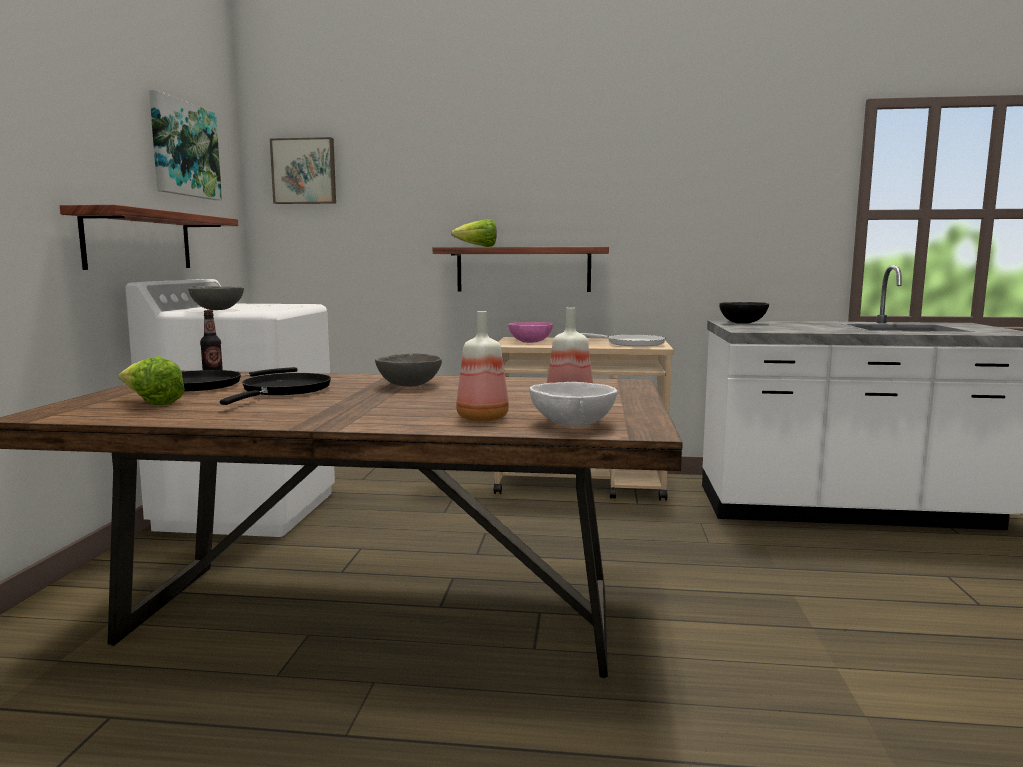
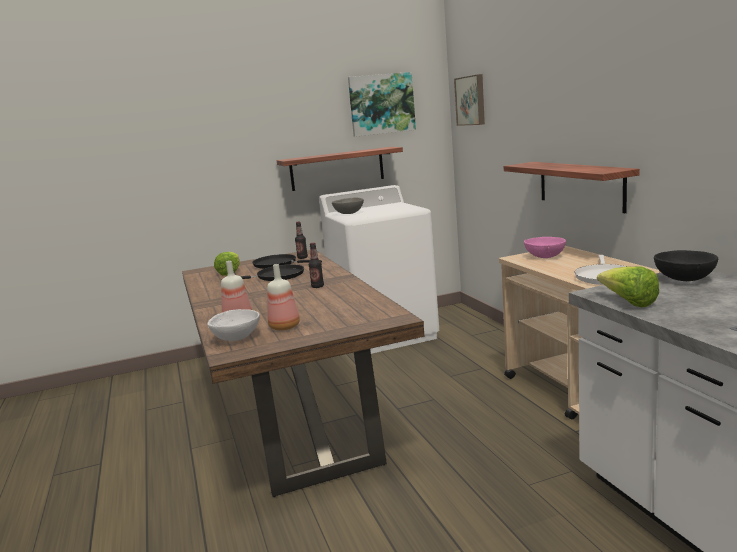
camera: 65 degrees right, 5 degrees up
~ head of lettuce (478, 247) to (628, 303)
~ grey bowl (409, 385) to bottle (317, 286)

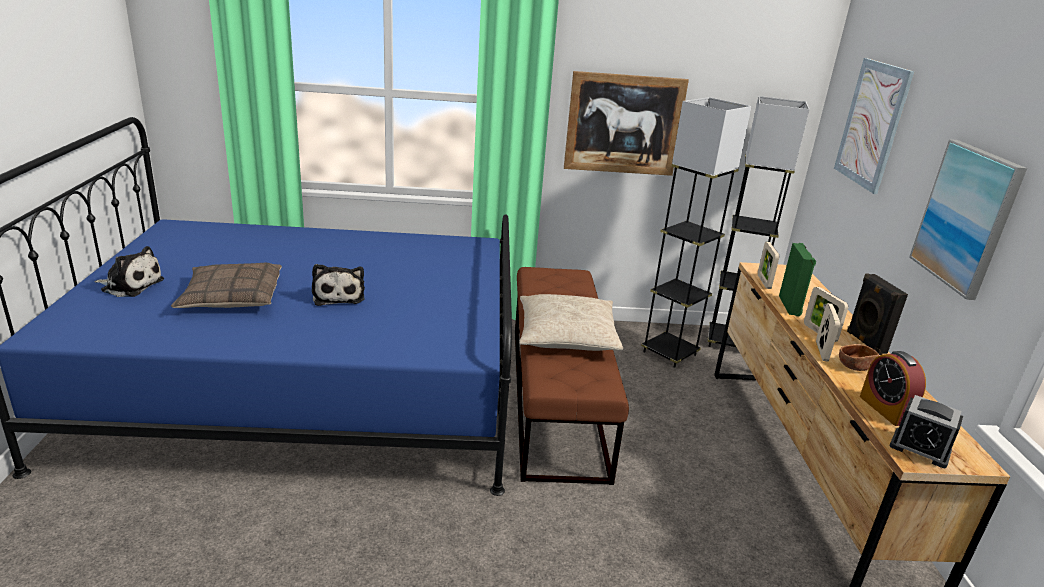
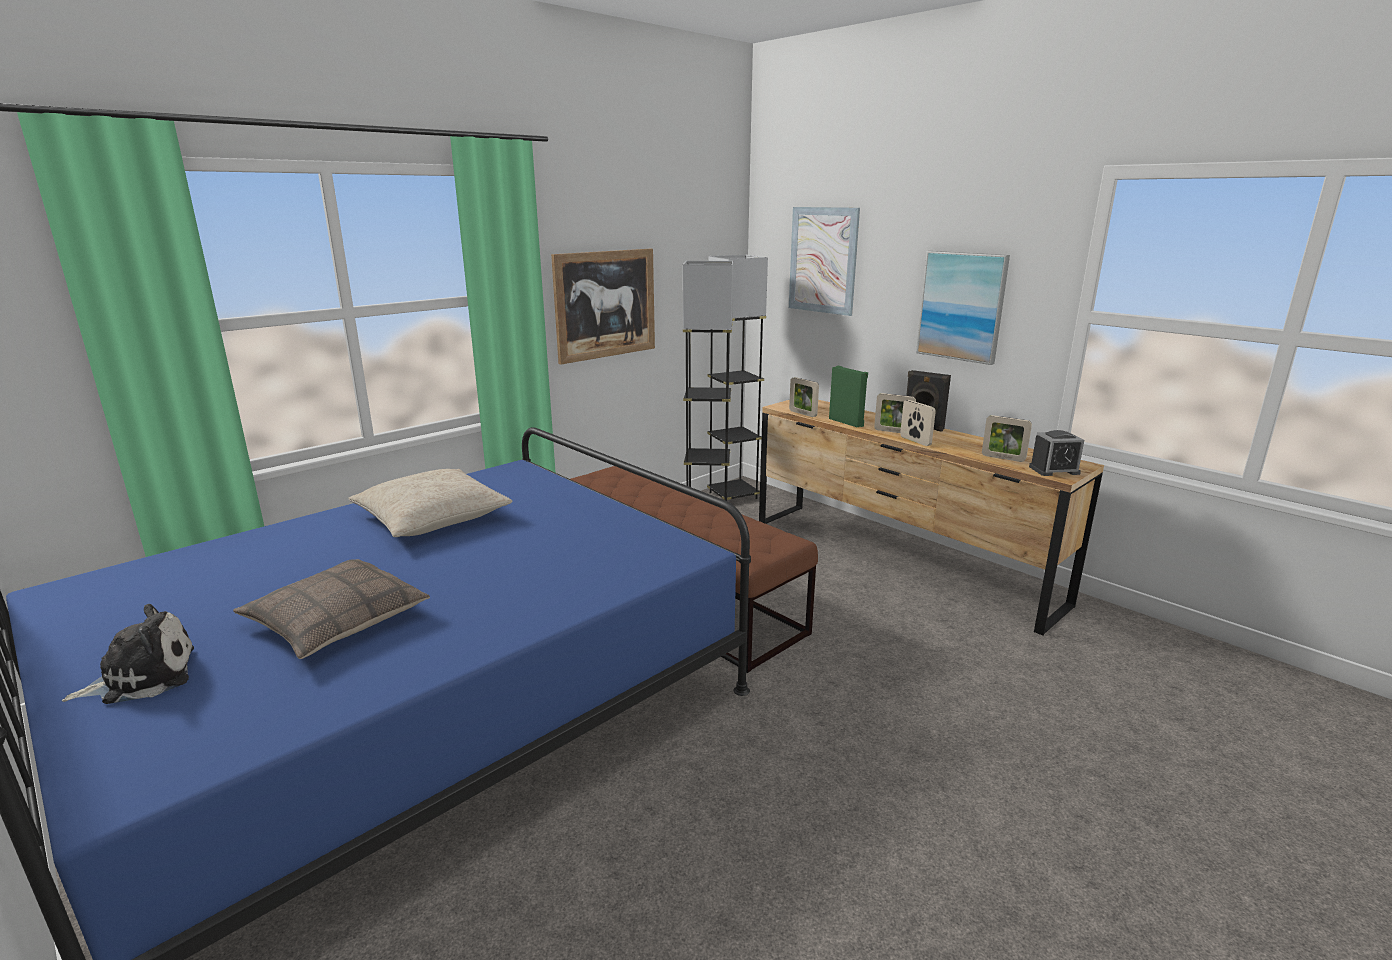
camera: 40 degrees left, 5 degrees down
- cuddly toy (338, 296)
- brownish bowl (854, 366)
~ beige throw pillow (567, 335) to (432, 517)
~ alarm clock (885, 409) to picture frame (1003, 458)

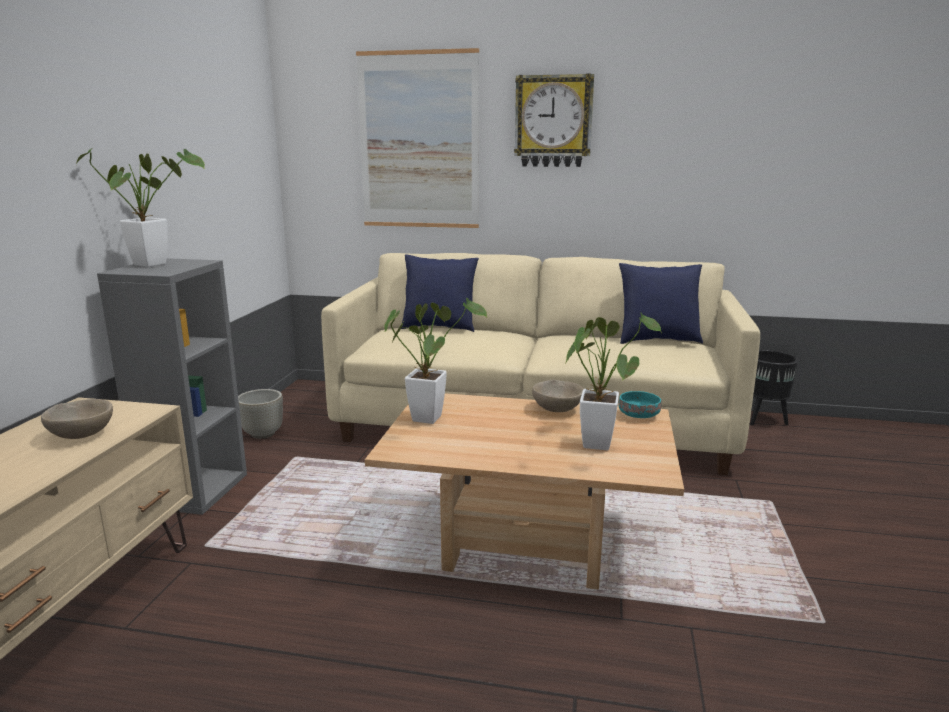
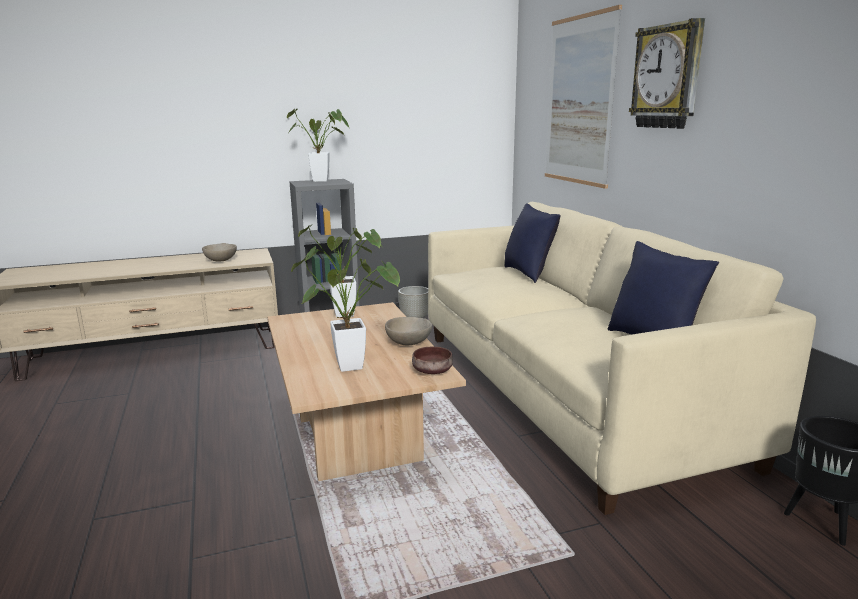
camera: 60 degrees right, 0 degrees up
~ blue-green bowl (639, 415) to brownish bowl (433, 371)

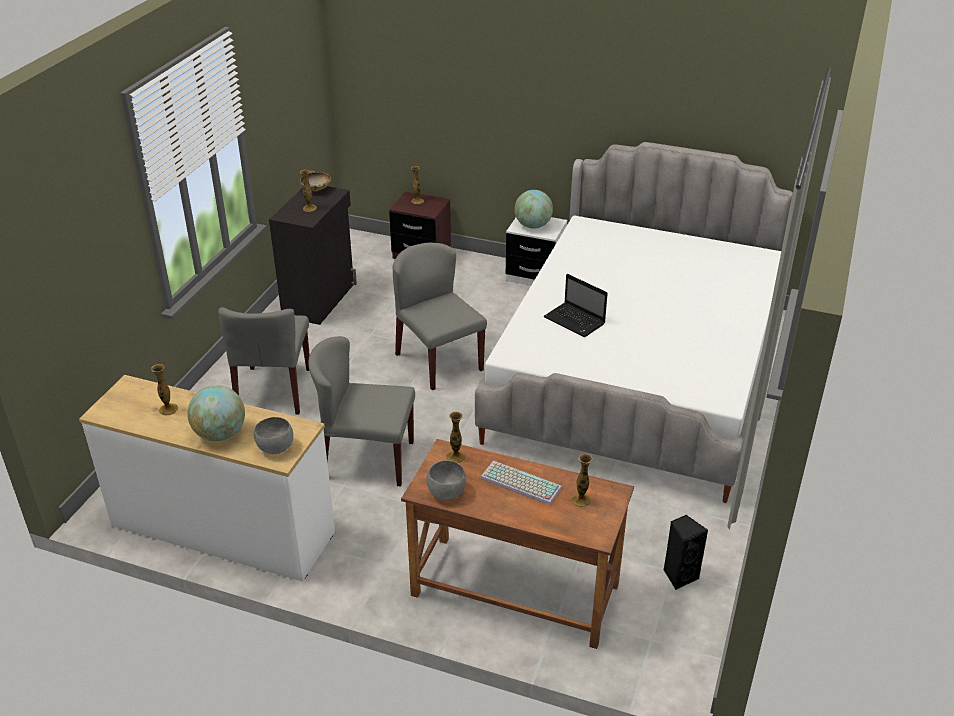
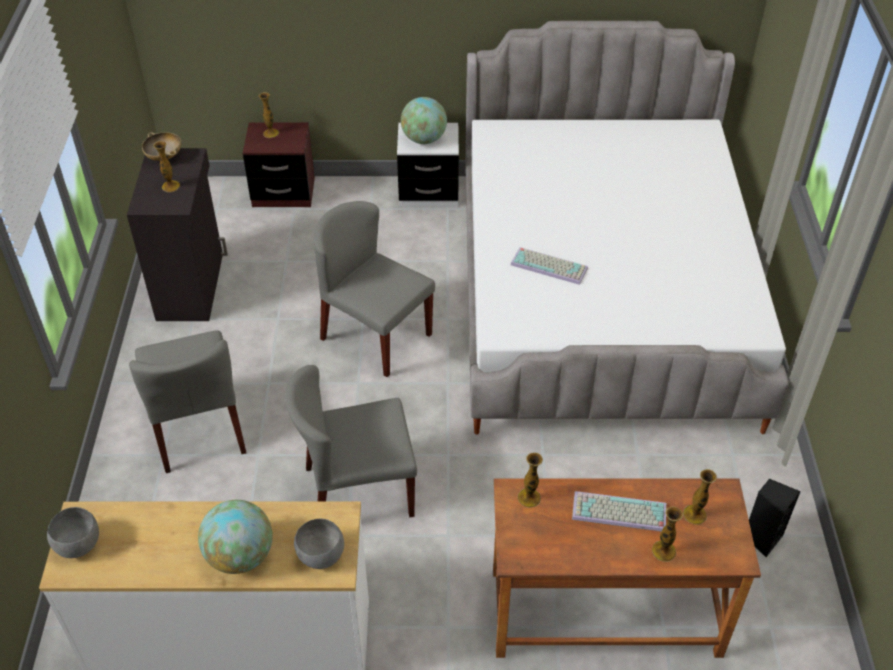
camera: 20 degrees left, 10 degrees up
~ vase (168, 409) to (663, 551)
~ grey bowl (446, 492) to (78, 544)
~ laptop (575, 321) to PC keyboard (550, 266)

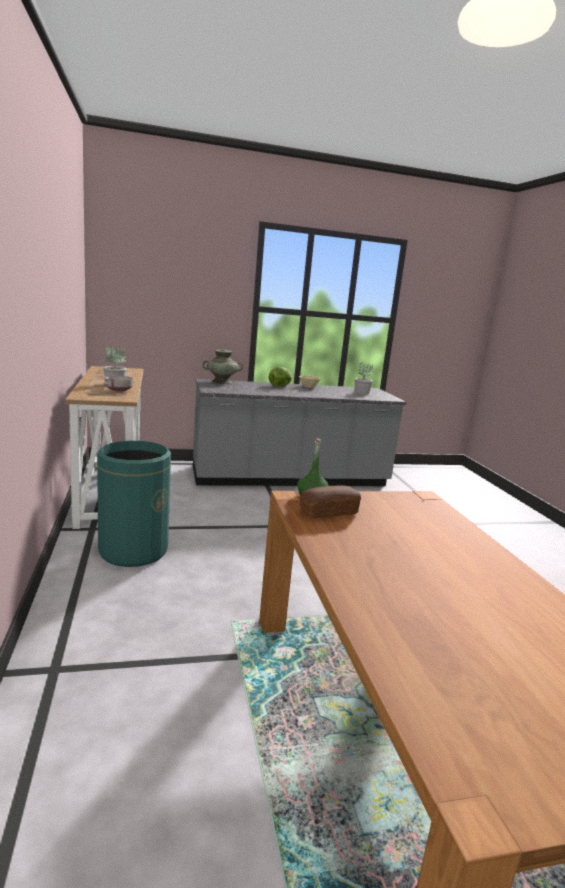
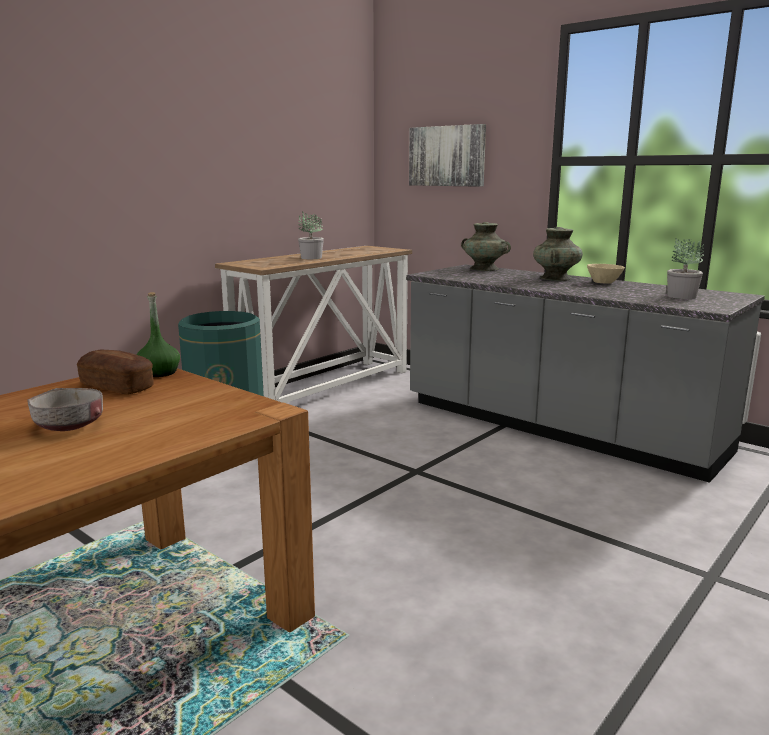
camera: 55 degrees right, 0 degrees up
+ picture (447, 156)
~ grey bowl (119, 390) to (69, 426)
~ head of lettuce (280, 386) to blue-green vase (555, 278)

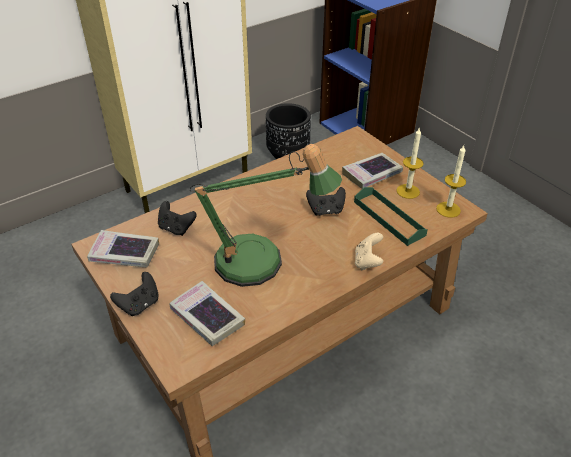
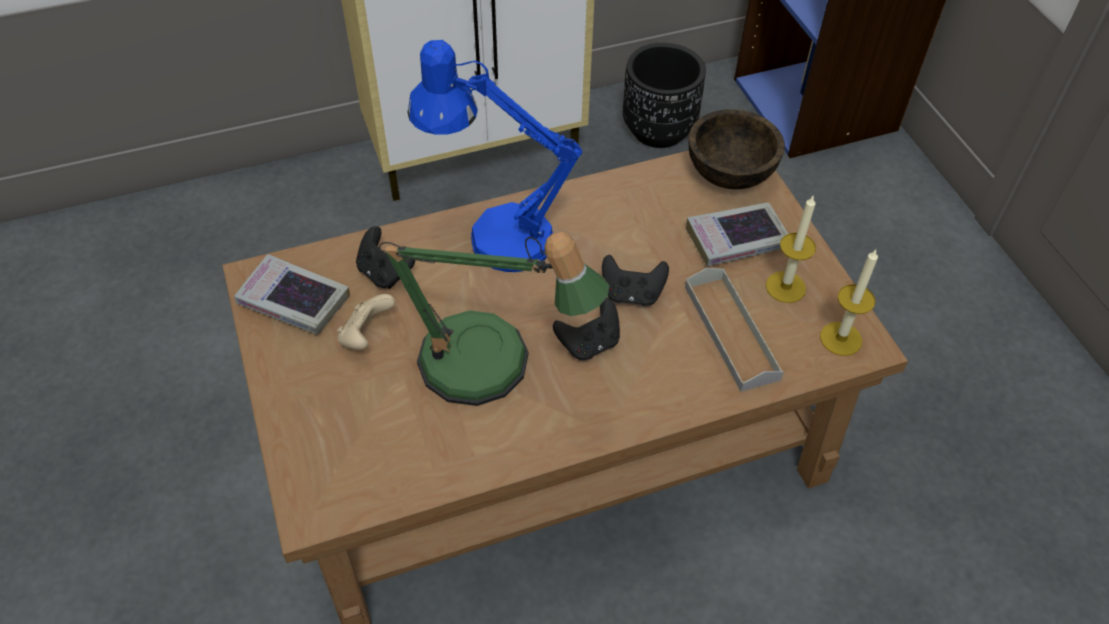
camera: 15 degrees right, 10 degrees up
- volume (207, 317)
+ blue-coloured lamp for a table (494, 237)
+ brownish bowl (730, 172)
~ black-coloured gamepad (139, 305) to (589, 344)
~ beige gamepad (367, 262) to (366, 336)
~ green-coloured serving tray (388, 218) to grey serving tray (731, 332)

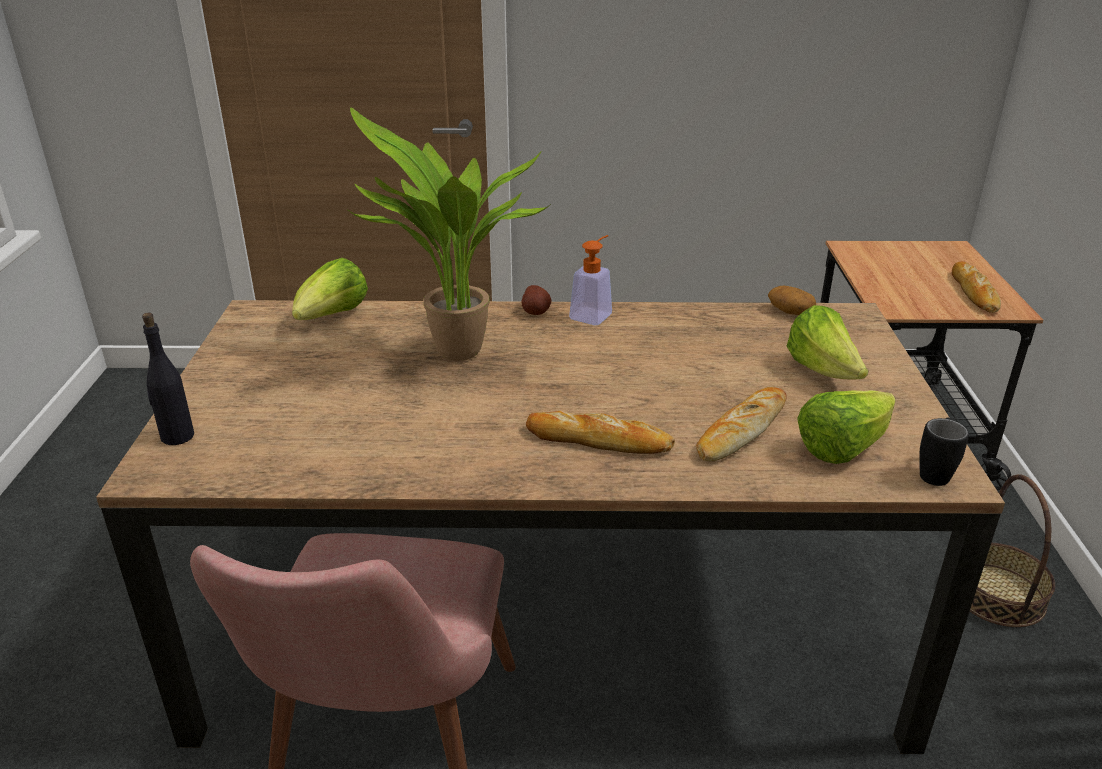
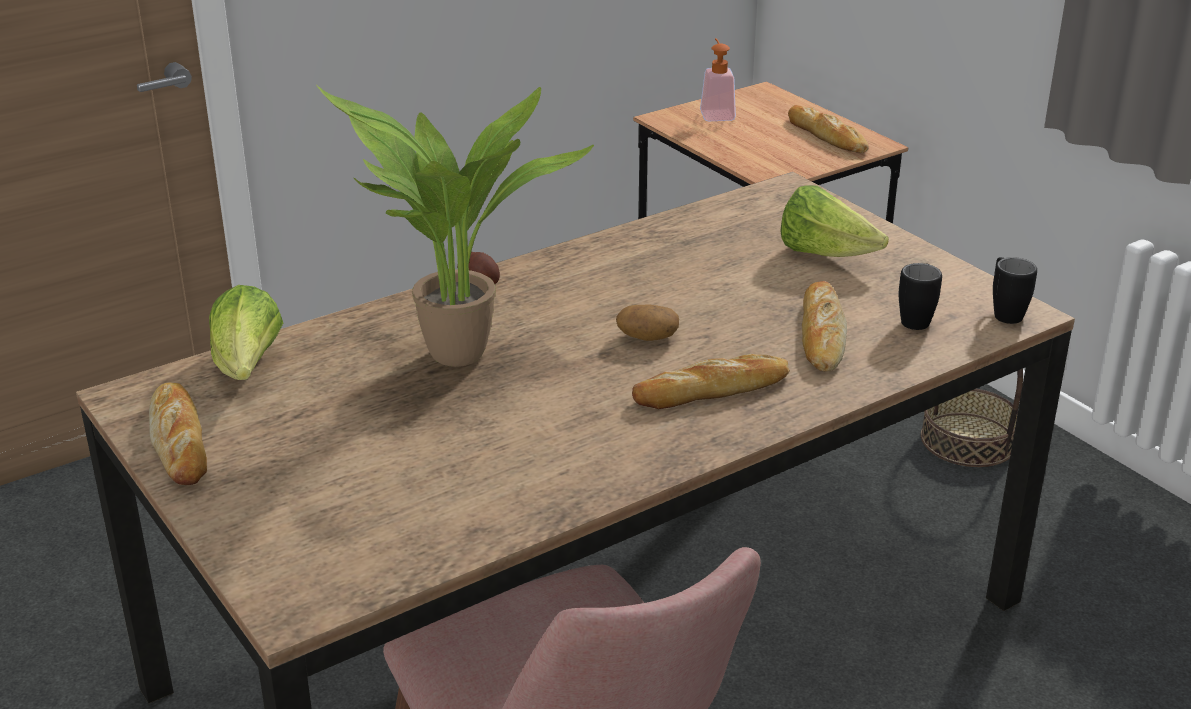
camera: 35 degrees left, 0 degrees up
- black-coloured bottle (177, 436)
+ bakery bread (179, 440)
~ liquid soap bottle (594, 314) to (716, 113)
~ spud (789, 311) to (647, 337)
~ head of lettuce (842, 448) to black-coloured coffee mug (917, 318)

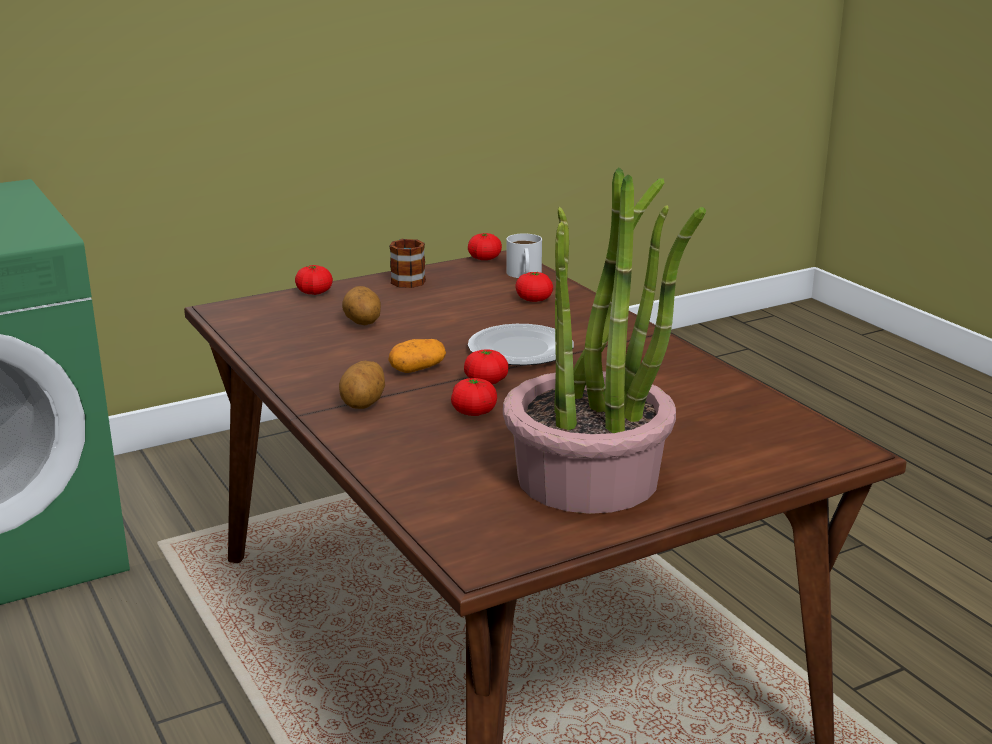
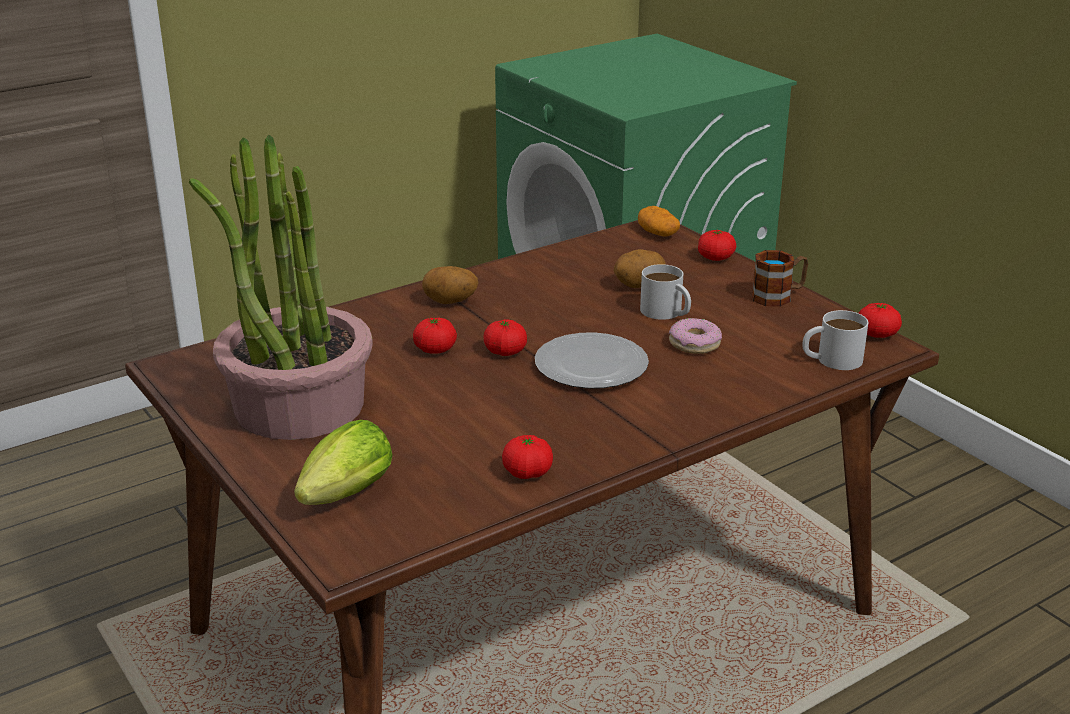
camera: 85 degrees right, 5 degrees up
+ head of lettuce (342, 498)
+ white-coloured coffee mug (667, 313)
+ doughnut (694, 344)
~ spud (417, 369) to (657, 233)
~ whole tomato (534, 299) to (527, 472)

